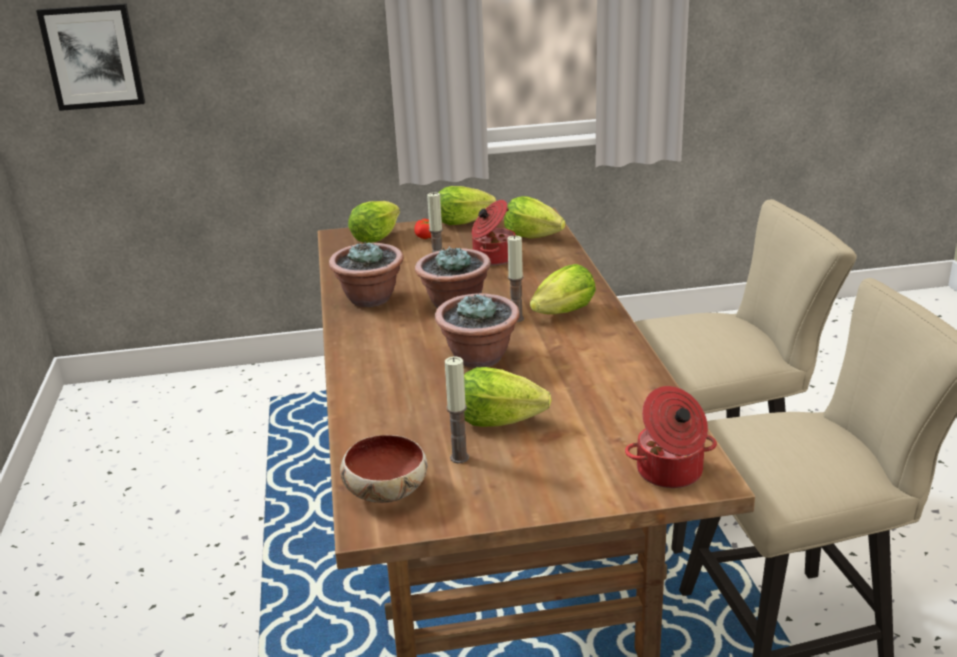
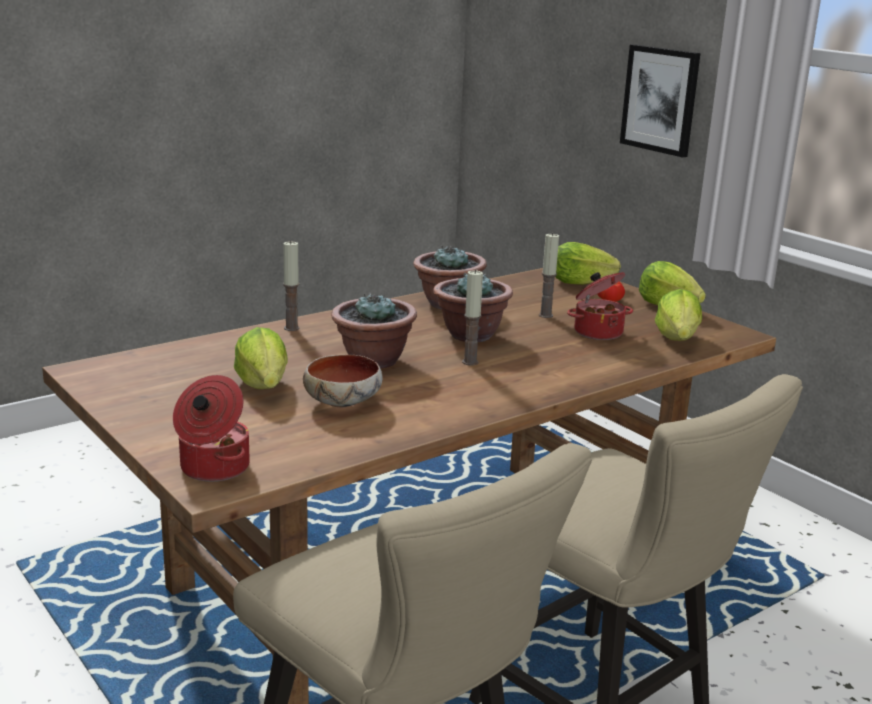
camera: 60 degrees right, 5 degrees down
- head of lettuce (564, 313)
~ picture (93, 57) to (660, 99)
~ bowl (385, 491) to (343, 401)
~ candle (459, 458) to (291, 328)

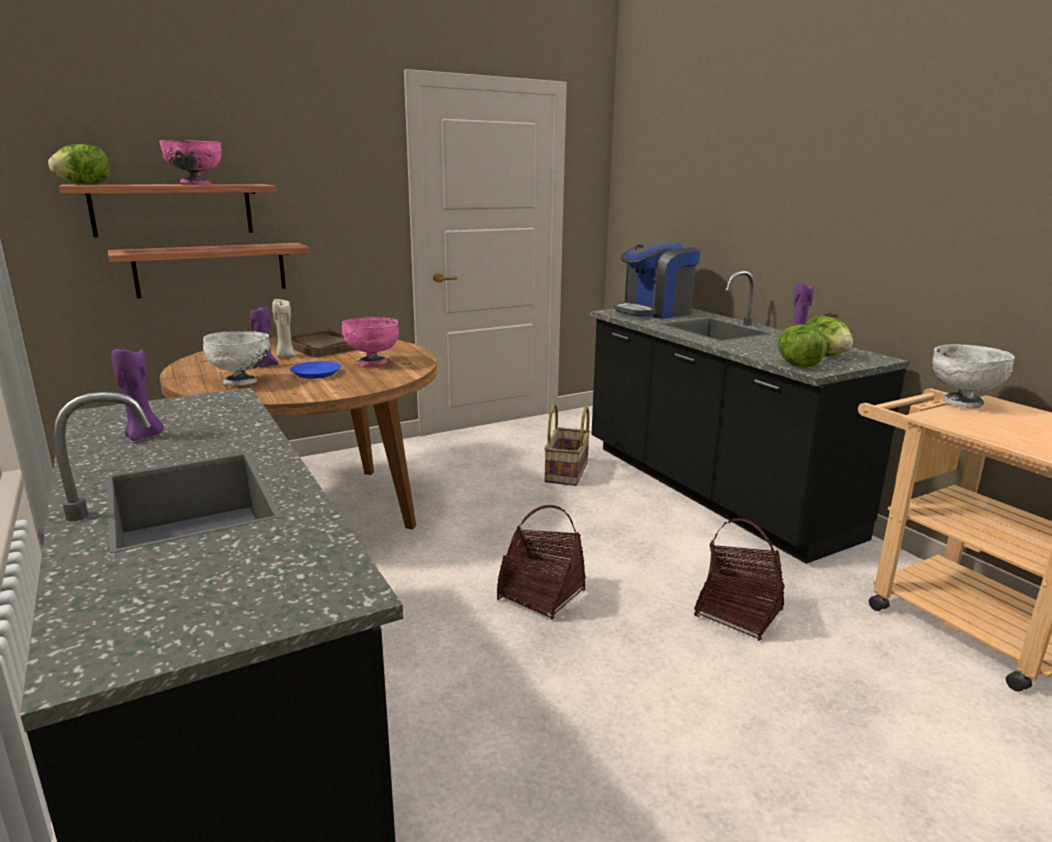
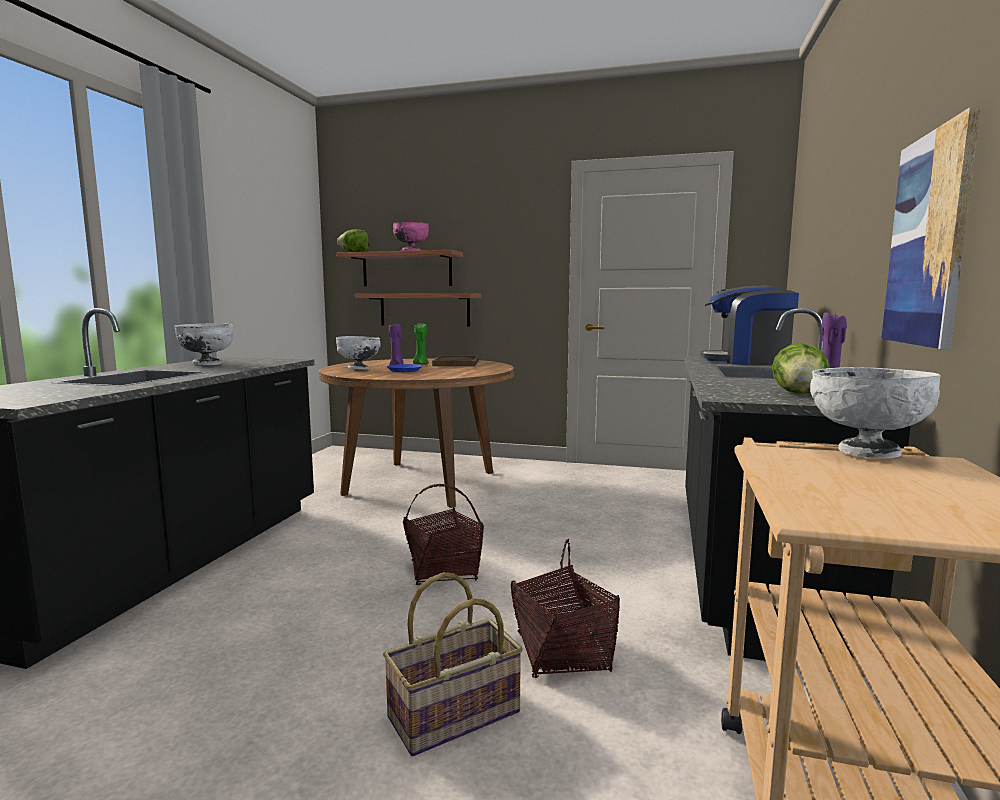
camera: 45 degrees right, 10 degrees down
- pink bowl (373, 363)
- head of lettuce (797, 365)
+ picture (928, 240)
~ basket (567, 472) to (454, 716)
~ purple candle (144, 436) to white-coloured bowl (207, 364)
~ beige candle (285, 356) to green-coloured candle (420, 364)

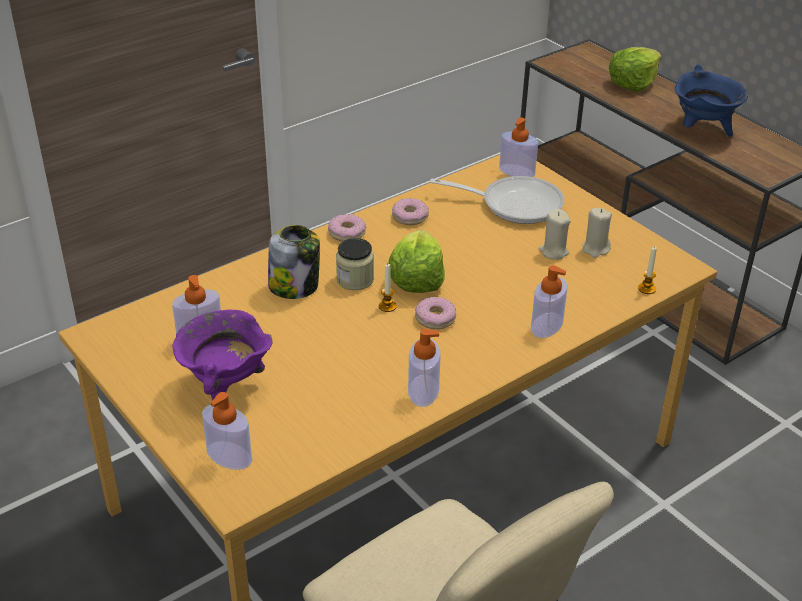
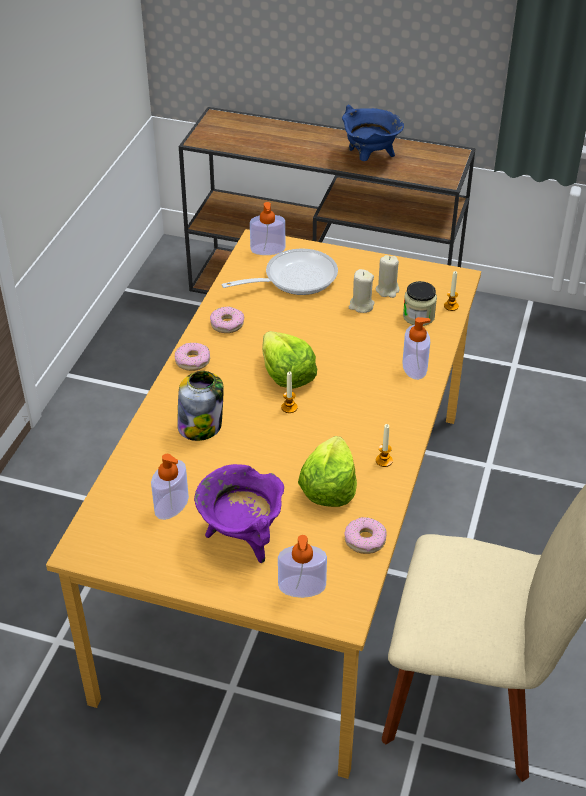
camera: 35 degrees left, 5 degrees up
~ preserve jar (355, 279) to (418, 316)
~ doughnut (435, 318) to (365, 540)
~ head of lettuce (633, 83) to (328, 488)
~ liquid soap bottle (423, 391) to candle (384, 461)

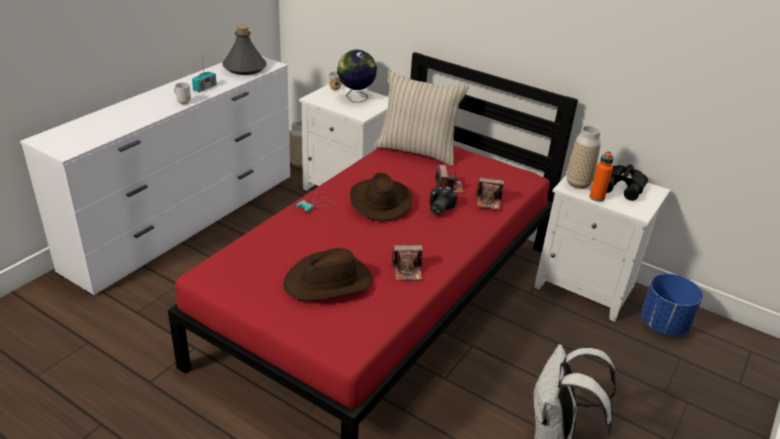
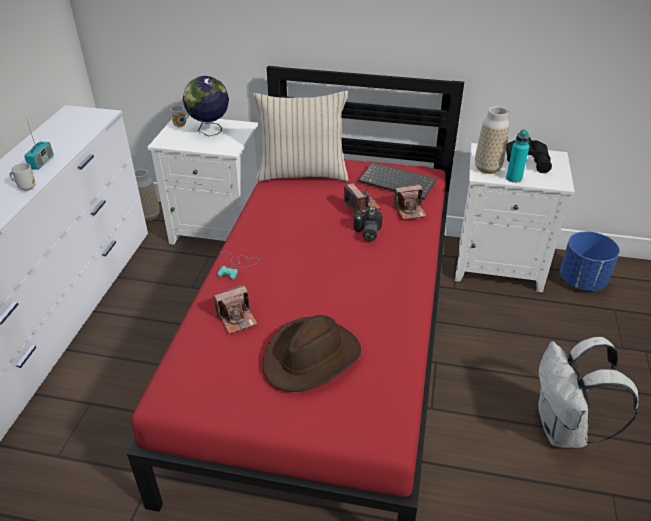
camera: 20 degrees left, 5 degrees up
- grey bottle (245, 68)
- brownish hat (380, 201)
+ PC keyboard (398, 182)
~ photo camera (407, 271) to (237, 318)
~ orangey bottle (596, 197) to blue-green bottle (513, 178)

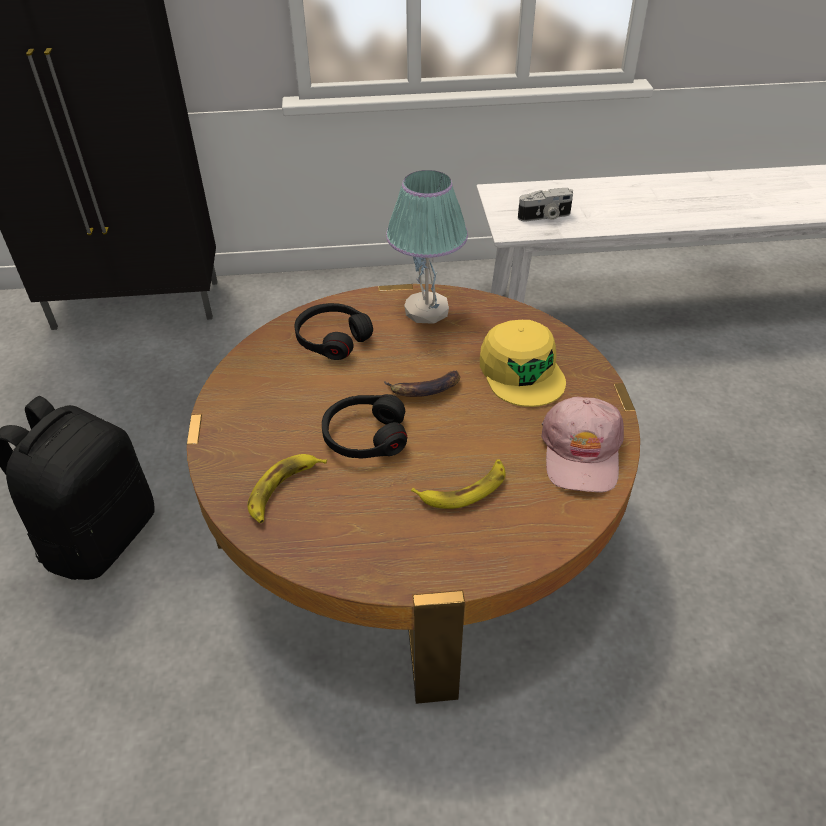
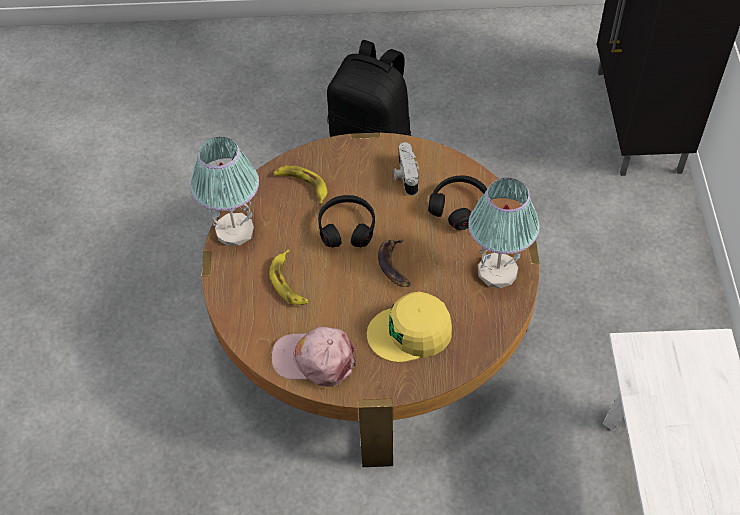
camera: 95 degrees right, 10 degrees up
+ lamp for a table (235, 230)
~ photo camera (545, 217) to (405, 176)

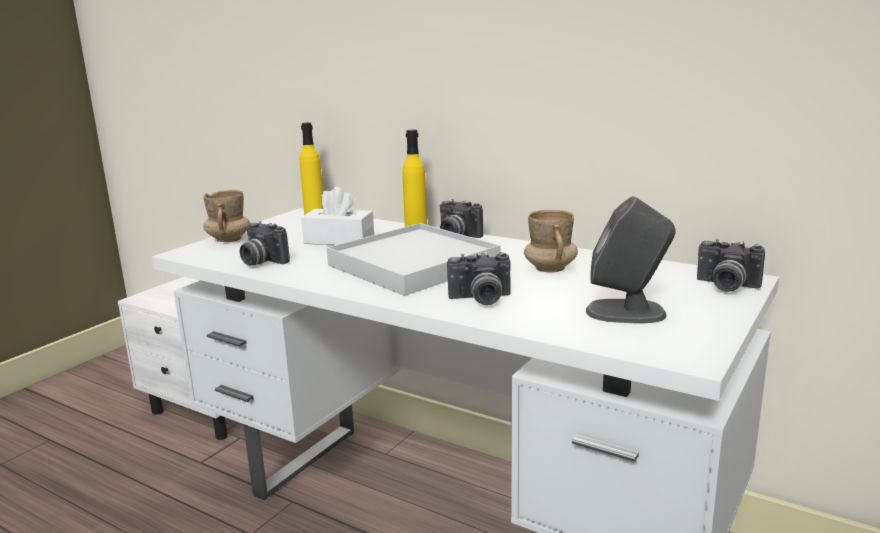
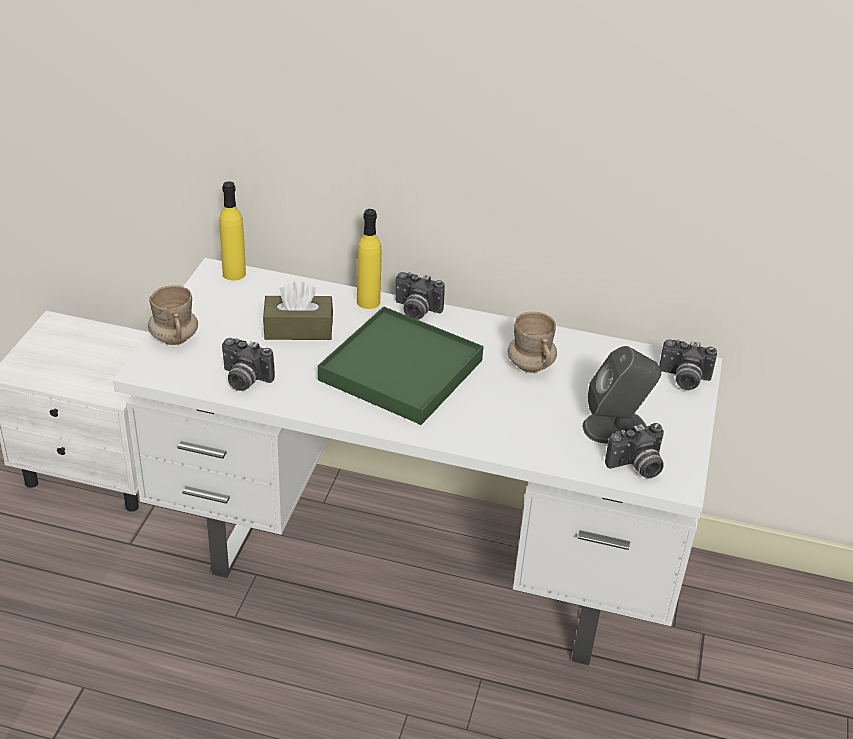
camera: 20 degrees left, 20 degrees up
~ photo camera (480, 300) to (637, 467)
~ white-coloured tissue holder (339, 240) to brownish tissue holder (298, 329)
~ white-coloured serving tray (414, 264) to green-coloured serving tray (401, 370)

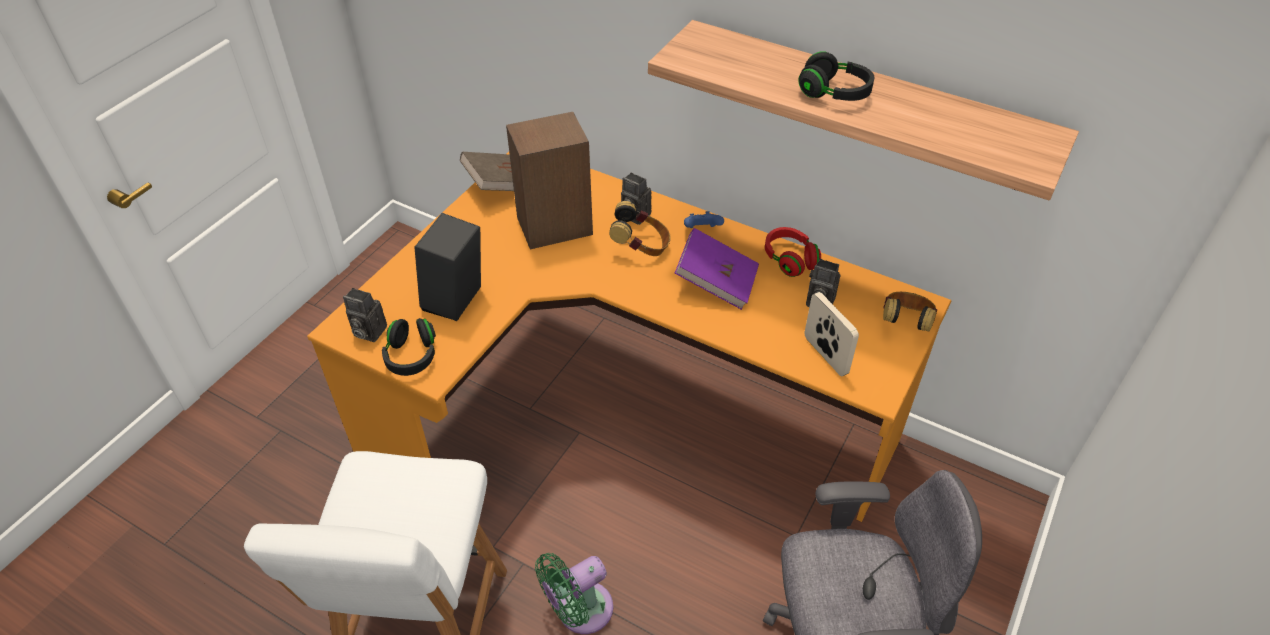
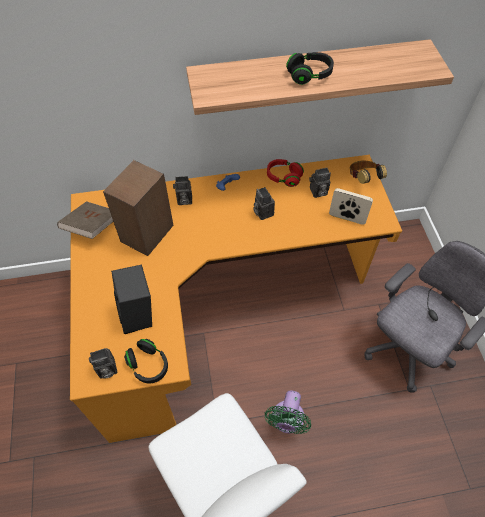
camera: 40 degrees left, 10 degrees up
- pair of headphones (641, 247)
~ purple volume (716, 282) to photo camera (262, 212)

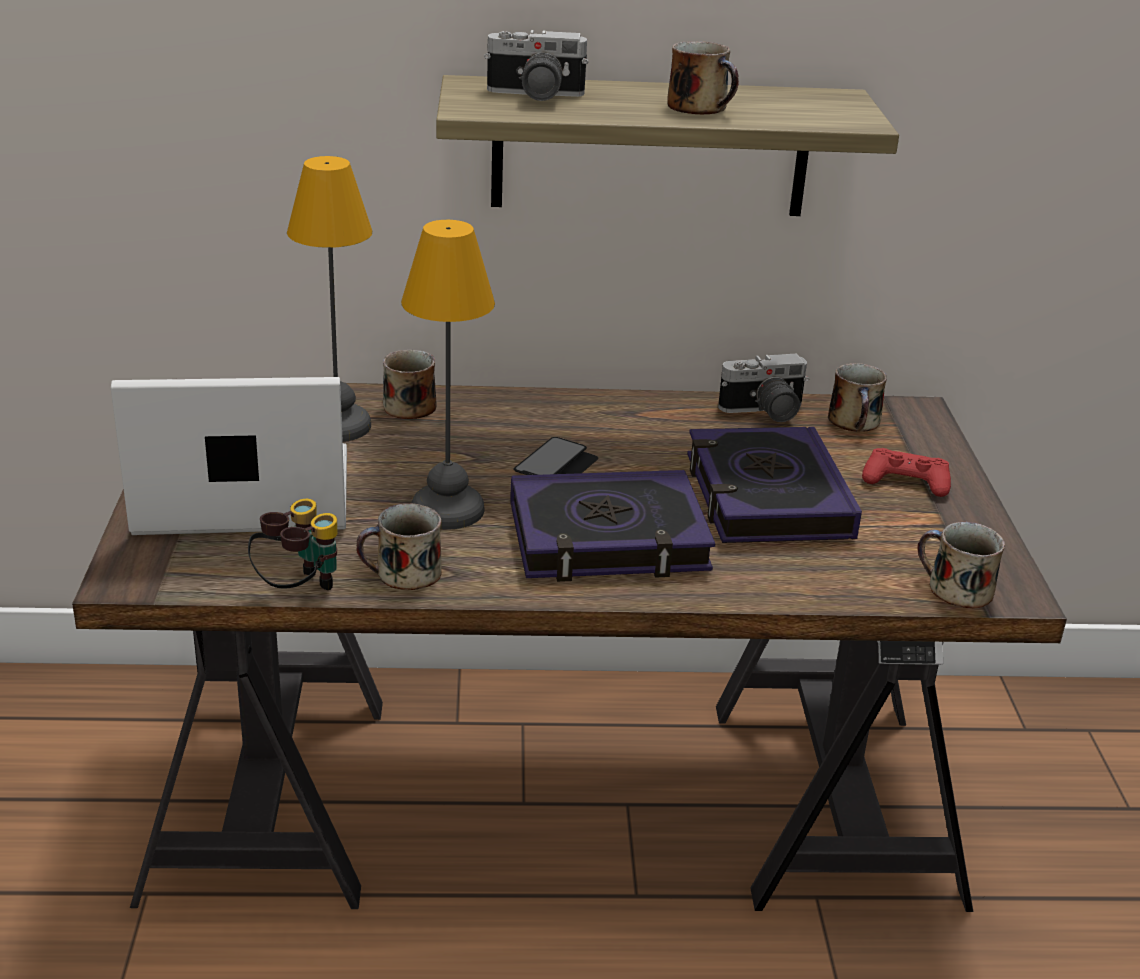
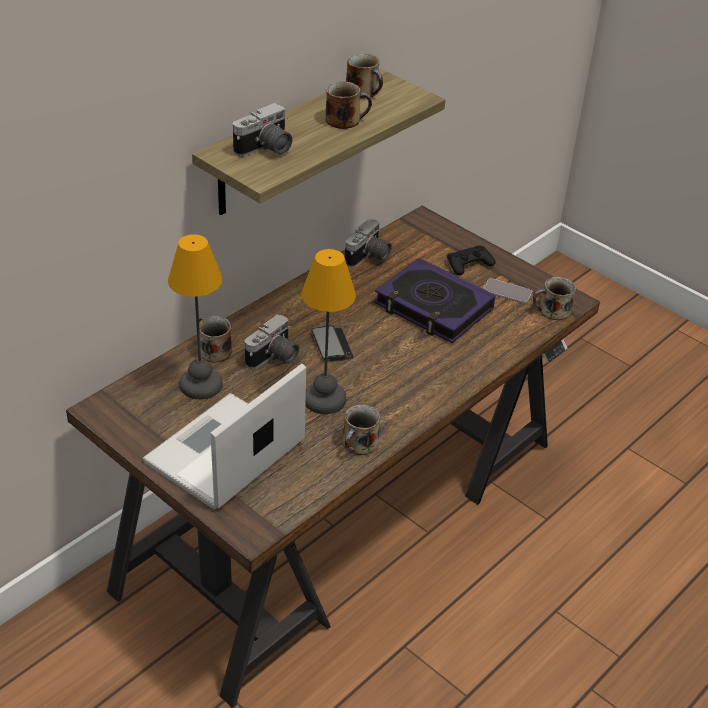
camera: 45 degrees left, 10 degrees up
- field glasses (298, 589)
- volume (608, 539)
+ photo camera (274, 358)
+ telephone (507, 292)
~ coffee mug (855, 421) to (364, 91)
~ red gamepad (906, 480) to black-coloured gamepad (469, 264)

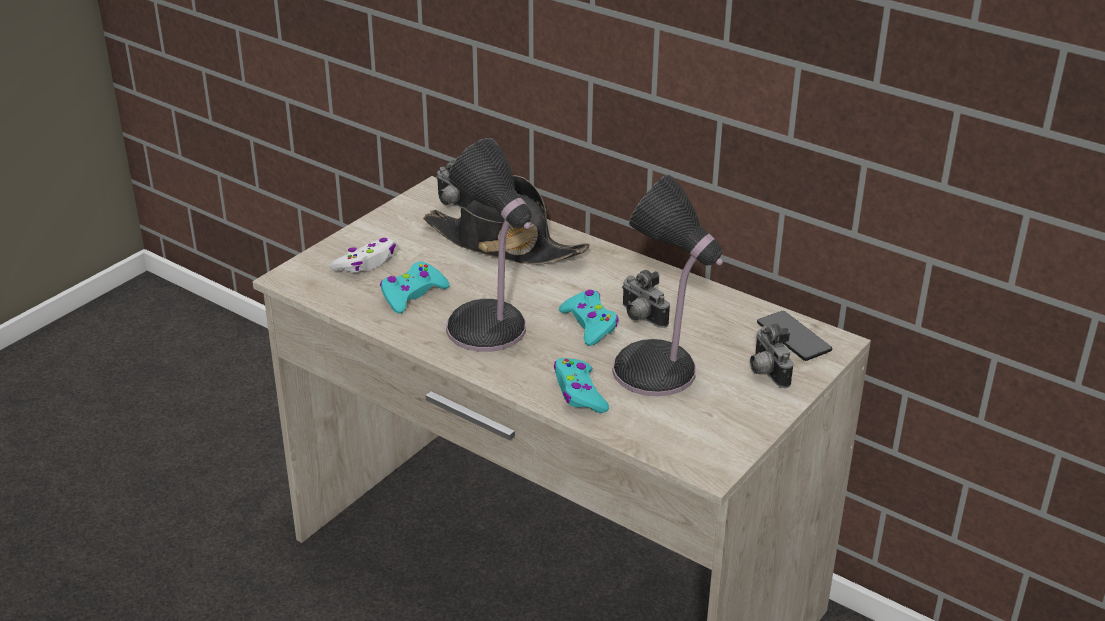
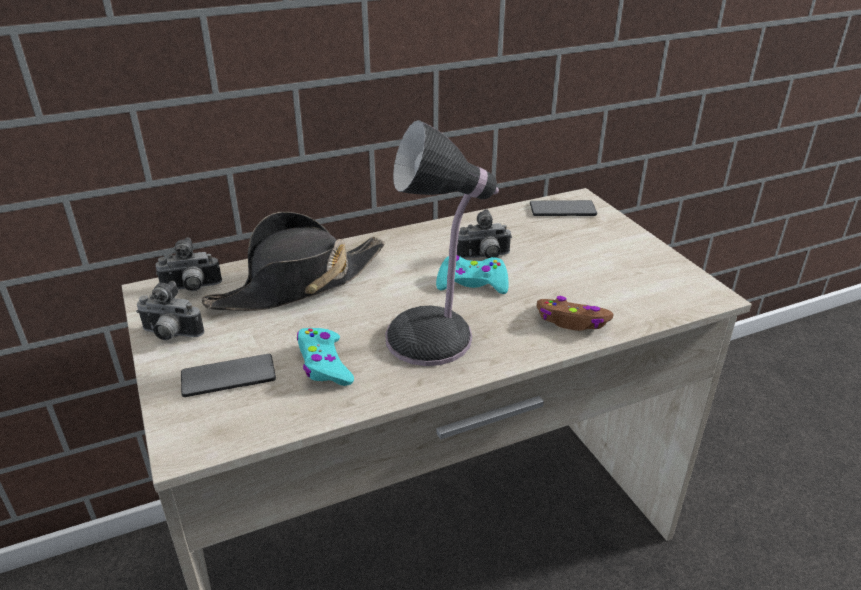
camera: 60 degrees left, 0 degrees up
- lamp for a table (659, 373)
~ photo camera (766, 372) to (170, 335)
~ white-coloured gamepad (366, 263) to telephone (228, 377)
~ blue-green gamepad (579, 393) to brownish gamepad (572, 321)

